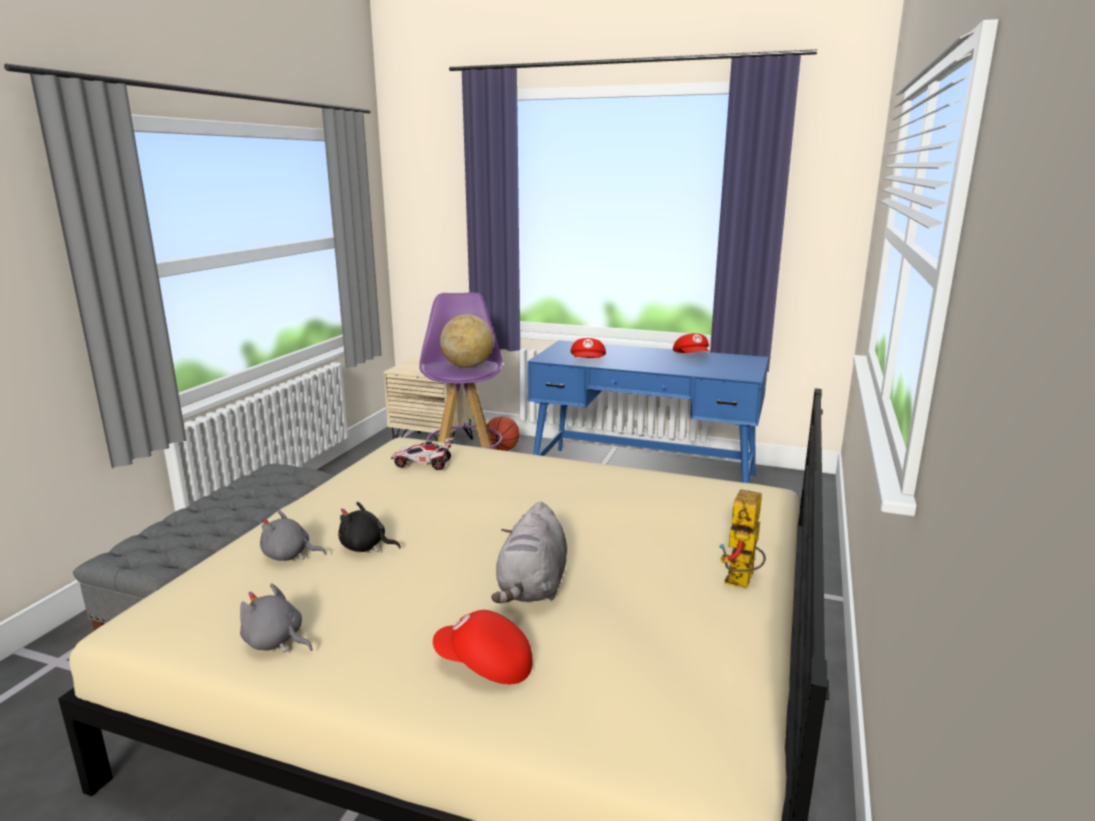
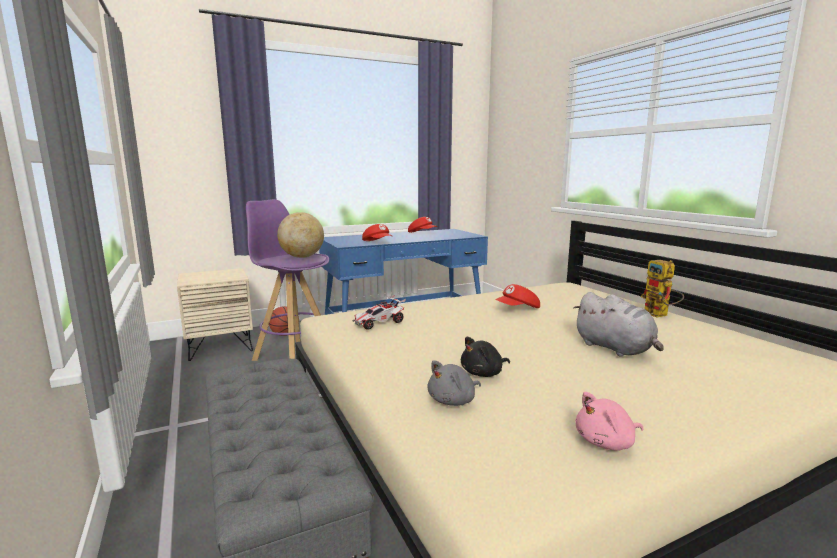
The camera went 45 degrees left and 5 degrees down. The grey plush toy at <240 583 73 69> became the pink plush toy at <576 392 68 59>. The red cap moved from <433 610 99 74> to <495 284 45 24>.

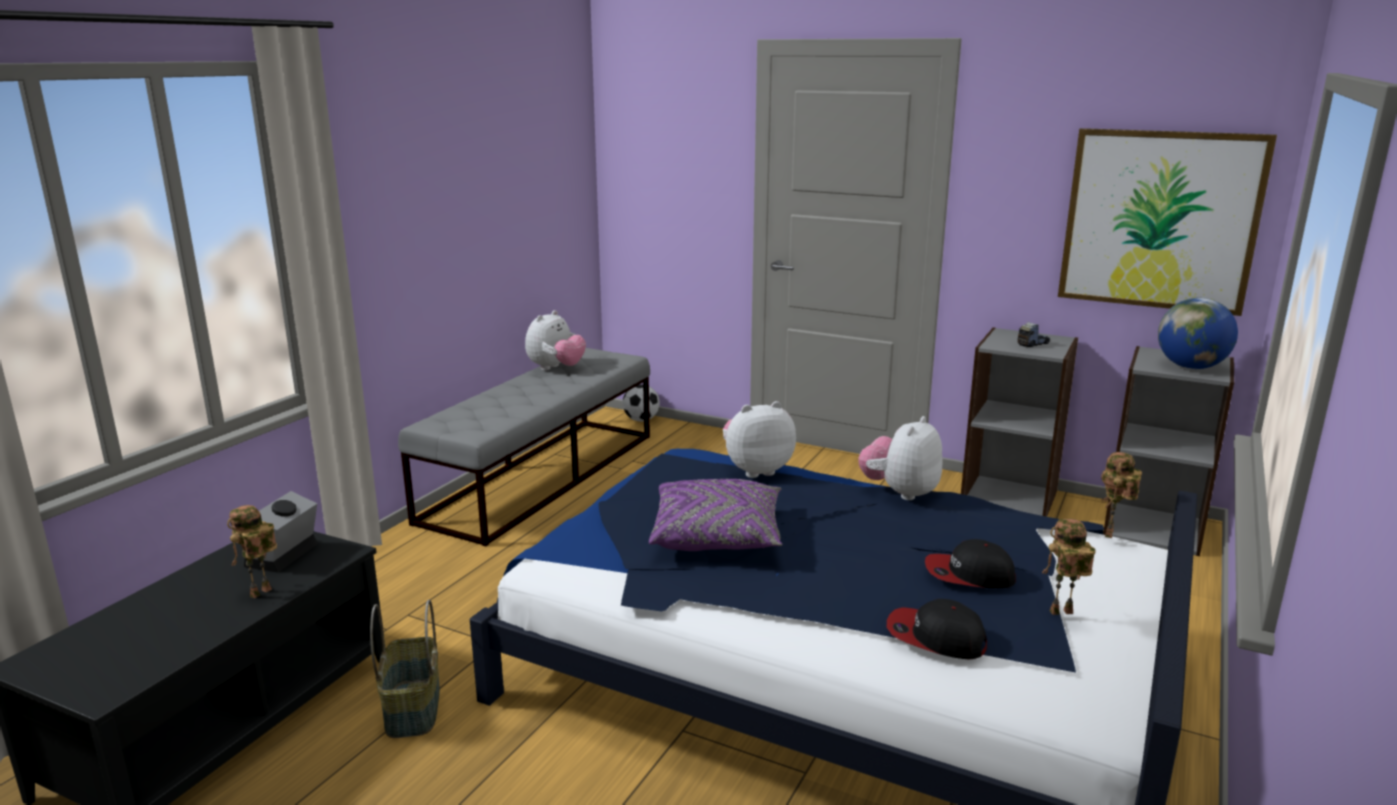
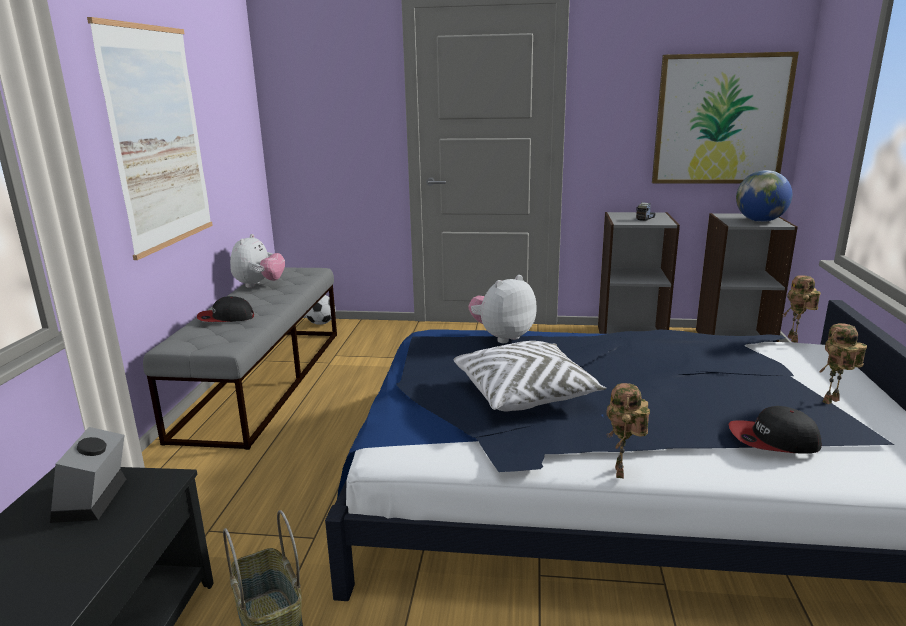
The camera went 20 degrees left and 0 degrees up. The plush toy at <858 416 85 84> disappeared. The purple pillow at <649 479 134 72> became the white pillow at <453 341 153 70>. The toy robot moved from <227 505 50 93> to <606 383 44 95>. The cap moved from <925 539 91 49> to <197 296 57 26>. The picture at <87 17 126 243> appeared.

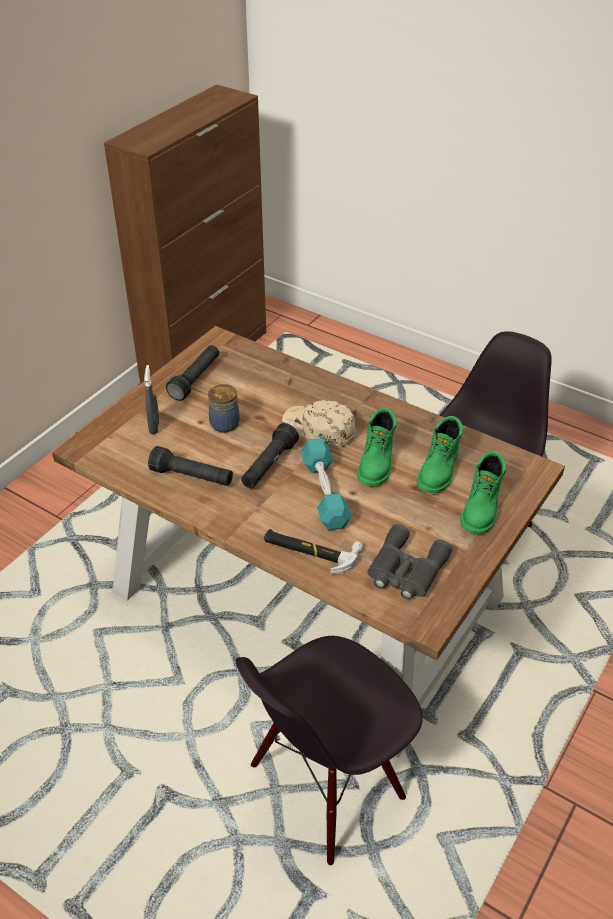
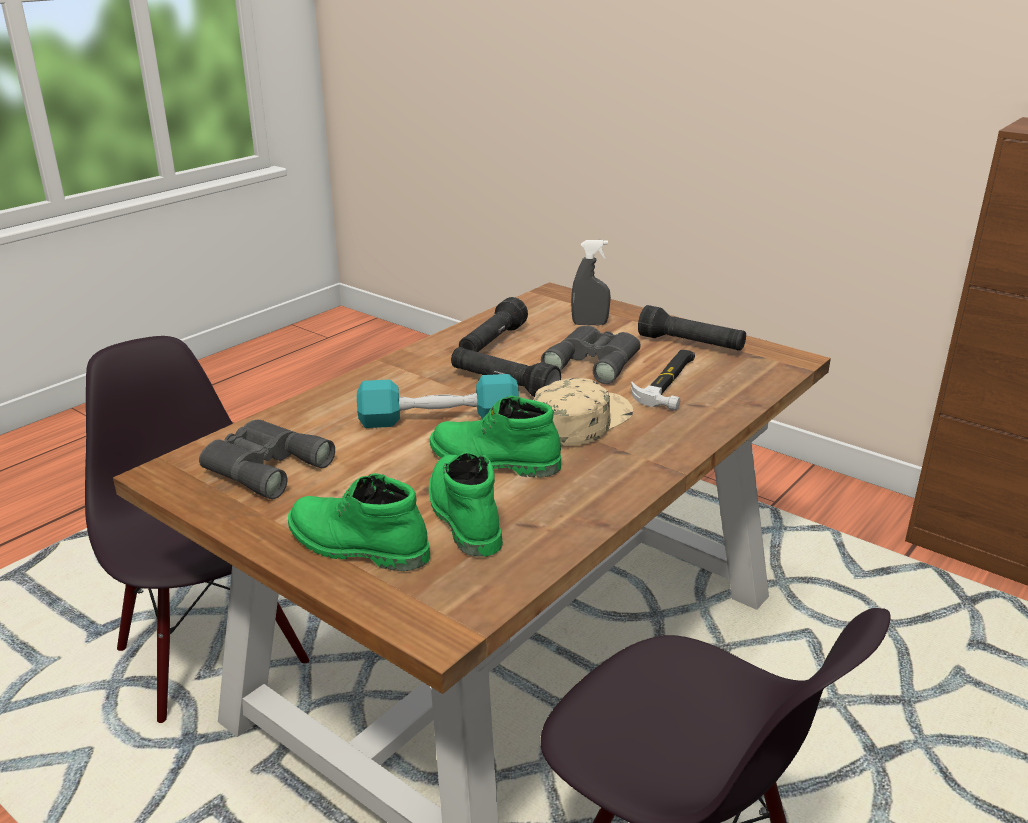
The camera went 95 degrees right and 15 degrees down. The jar at <208 384 32 49> was replaced by the grey binoculars at <541 325 100 59>. The green boot at <417 416 46 77> turned 45 degrees clockwise. The hammer moved from <264 529 99 45> to <631 350 64 61>.

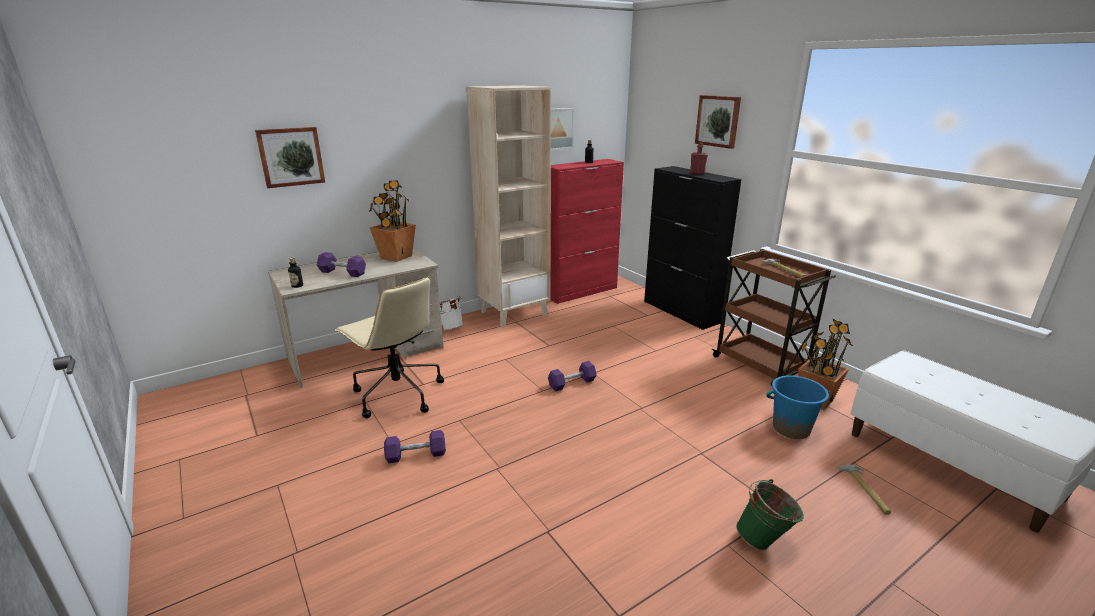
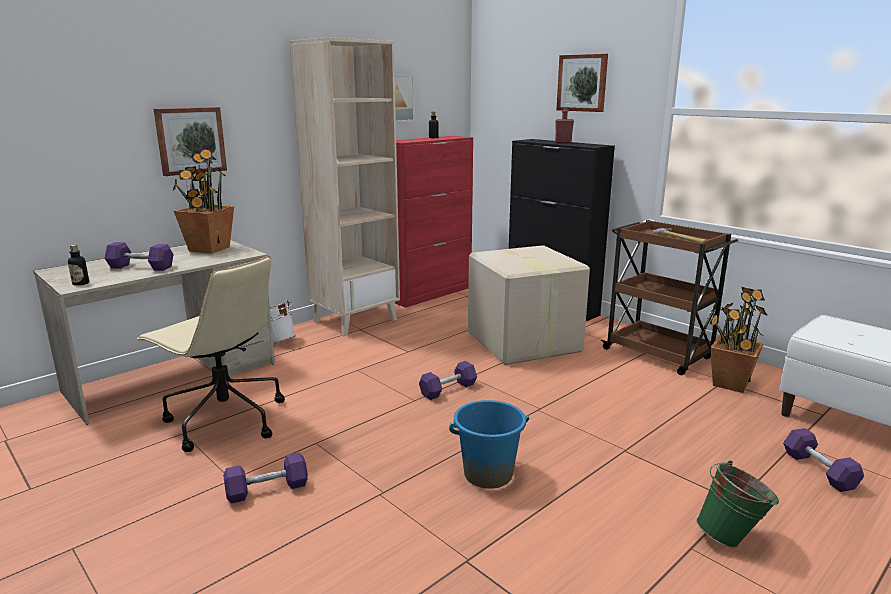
The camera went 10 degrees left and 5 degrees down. The picture moved from <255 127 70 61> to <154 107 73 69>. The blue bucket moved from <766 375 64 64> to <449 400 81 89>. The hammer at <839 464 52 51> was replaced by the purple dumbbell at <783 428 81 64>. The cardboard box at <468 245 122 120> appeared.

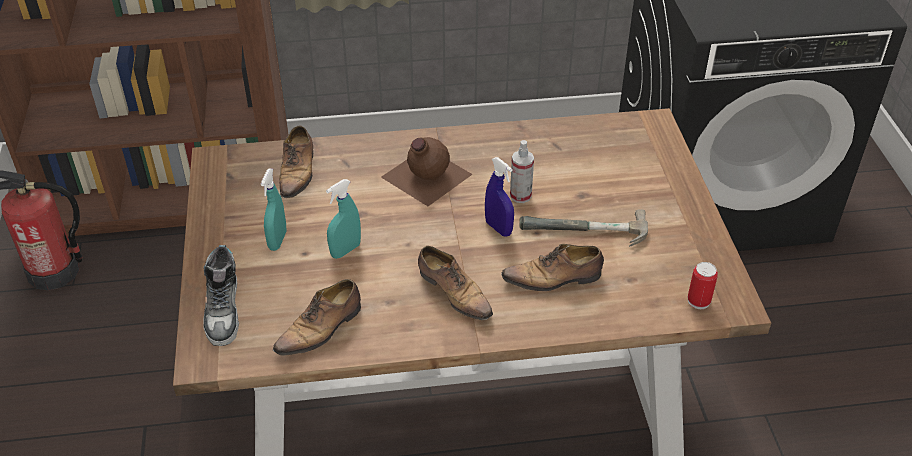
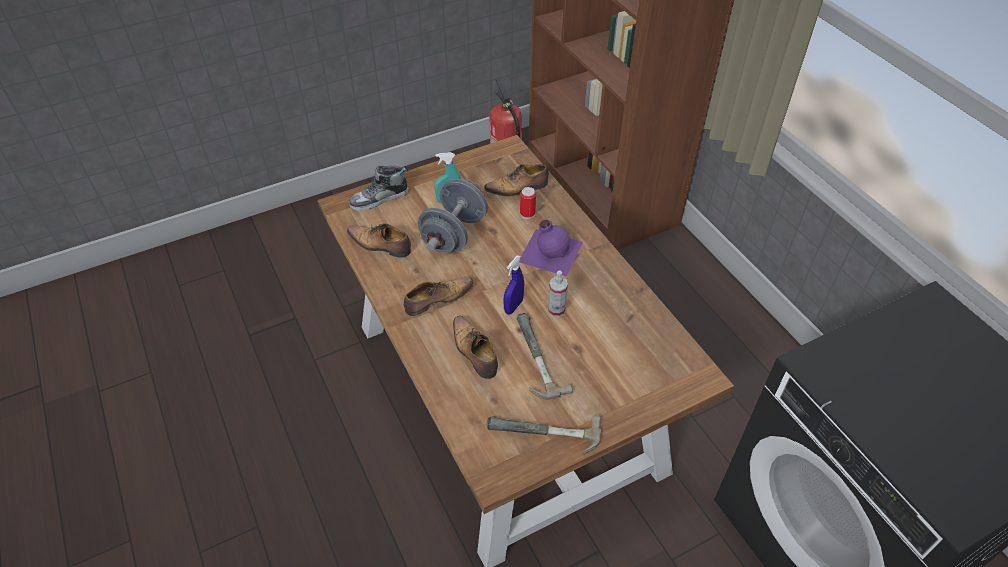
The camera went 70 degrees right and 5 degrees up. The brown bottle at <381 137 92 69> became the purple bottle at <519 220 64 56>. The turquoise spray bottle at <326 179 35 80> was replaced by the grey dumbbell at <418 179 70 74>. The shoe at <418 246 75 74> turned 150 degrees counterclockwise. The can moved from <688 262 30 47> to <520 187 16 32>. The hammer at <487 416 114 39> appeared.

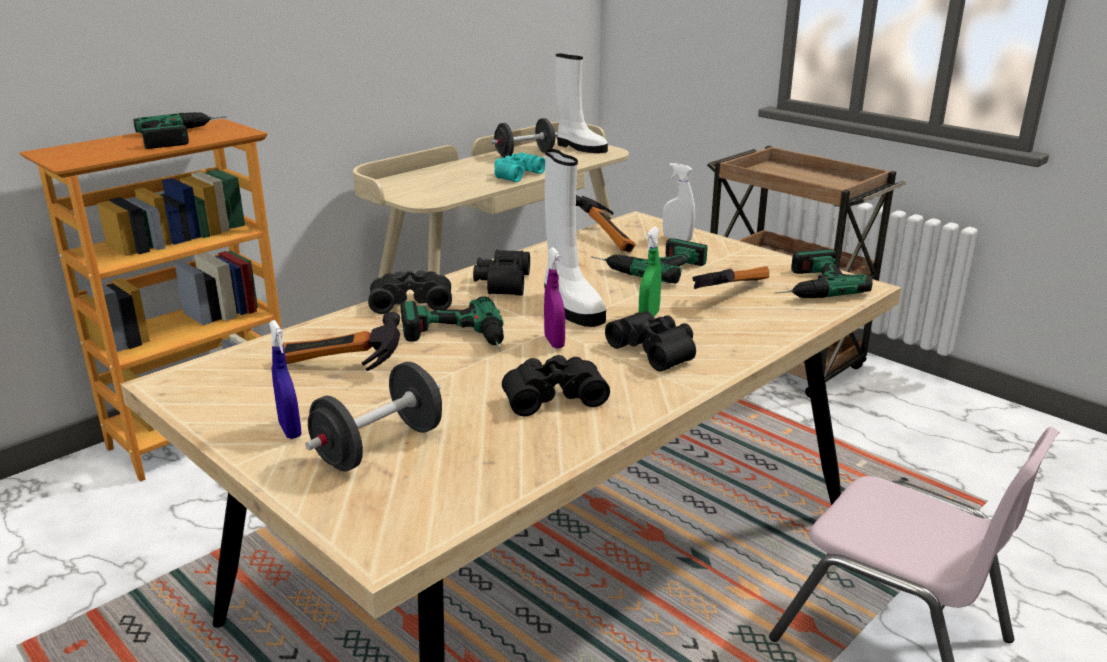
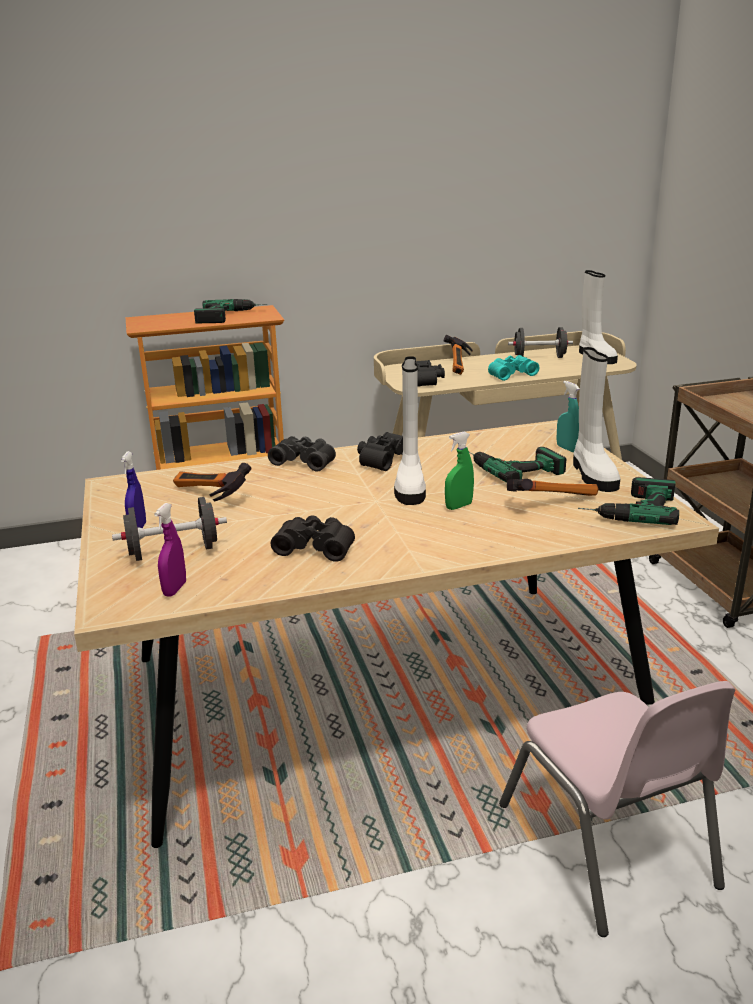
The camera went 30 degrees right and 0 degrees up. The white spray bottle at <663 163 32 78> became the turquoise spray bottle at <557 381 23 71>. The hammer moved from <576 195 59 58> to <444 335 29 40>. The purple spray bottle moved from <544 247 21 102> to <154 503 32 93>. The power drill at <400 296 104 56> disappeared. The black binoculars moved from <605 311 91 61> to <416 360 29 27>. The white boot at <573 347 47 145> appeared.

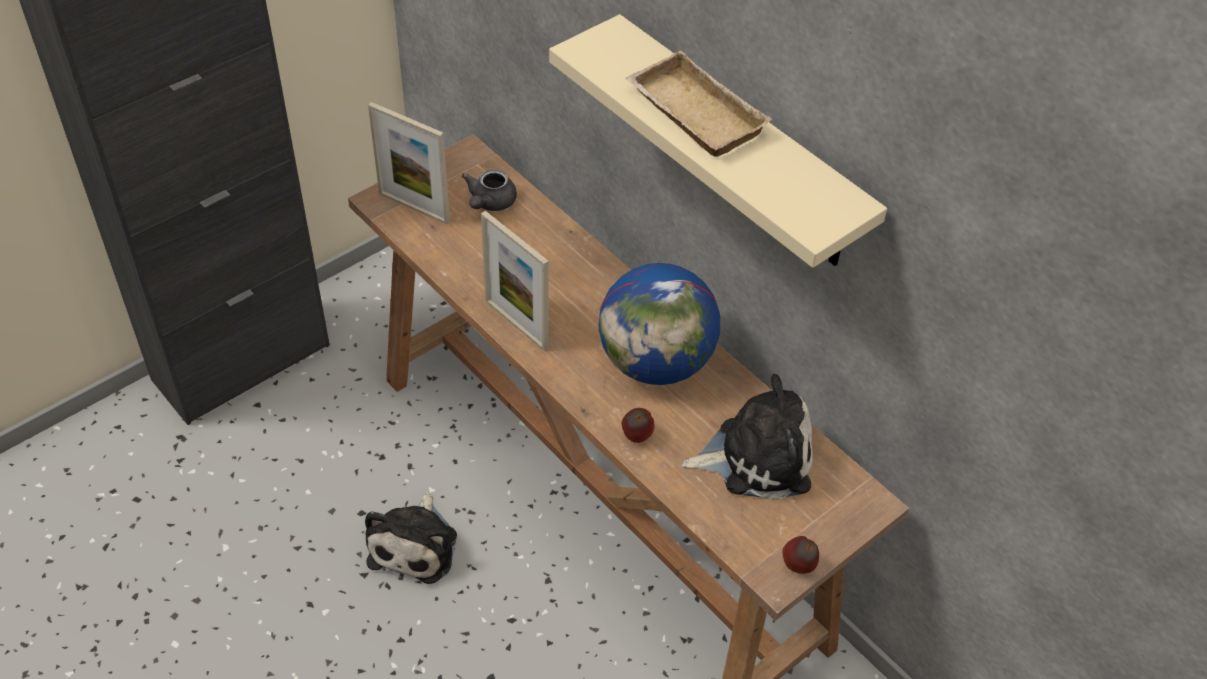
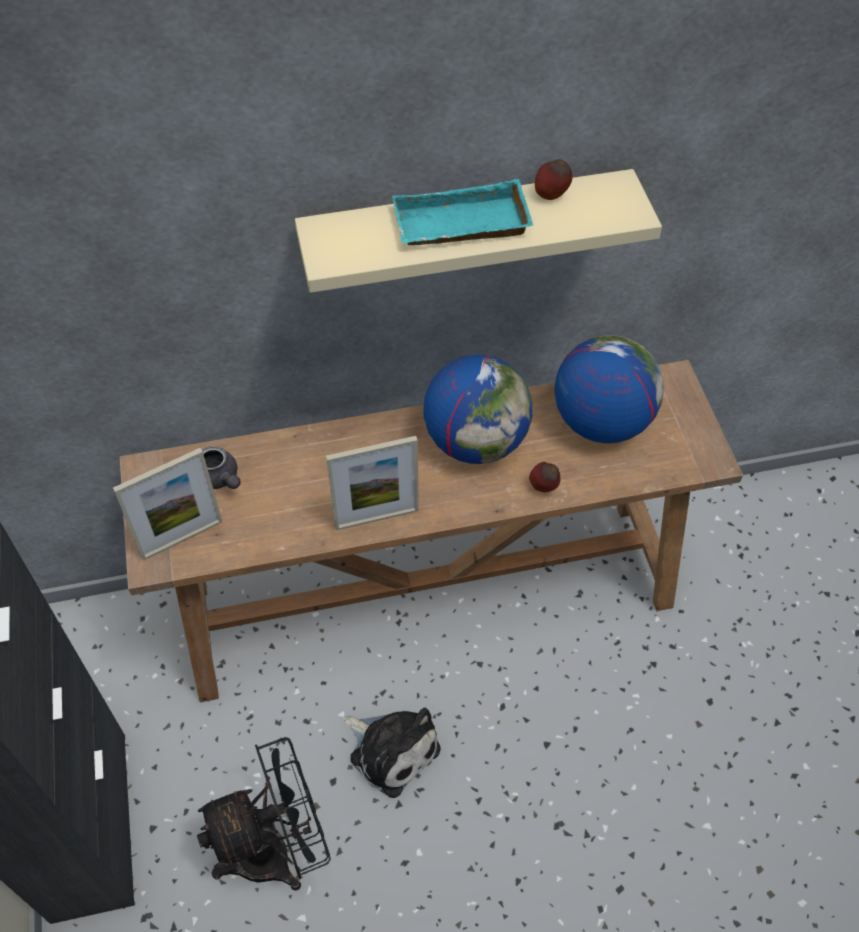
The camera went 60 degrees left and 5 degrees up. The beige tray at <625 51 147 106> became the turquoise tray at <392 179 141 66>. The plush toy at <682 374 131 126> was replaced by the globe at <554 335 110 108>. The apple moved from <782 536 37 38> to <535 159 37 41>. The black fan at <197 737 134 154> appeared.

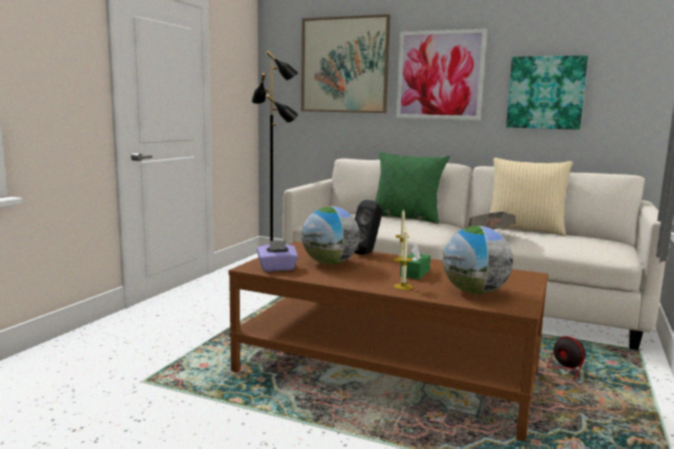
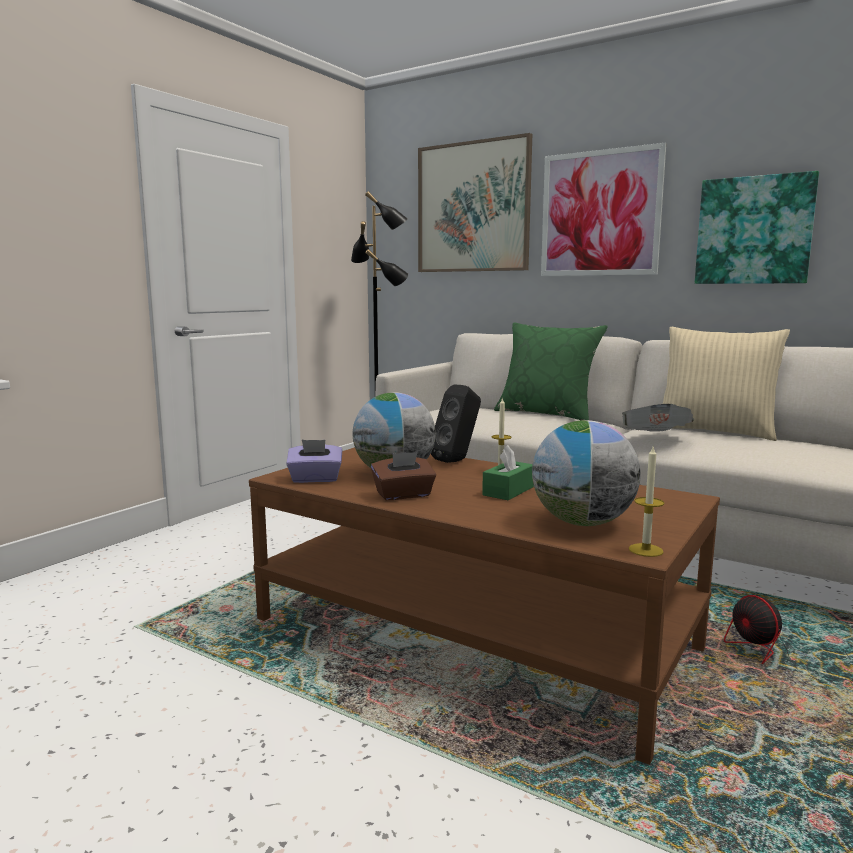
The camera went 10 degrees right and 0 degrees up. The candle moved from <394 228 19 62> to <629 447 36 110>. The brown tissue box at <371 452 65 48> appeared.

